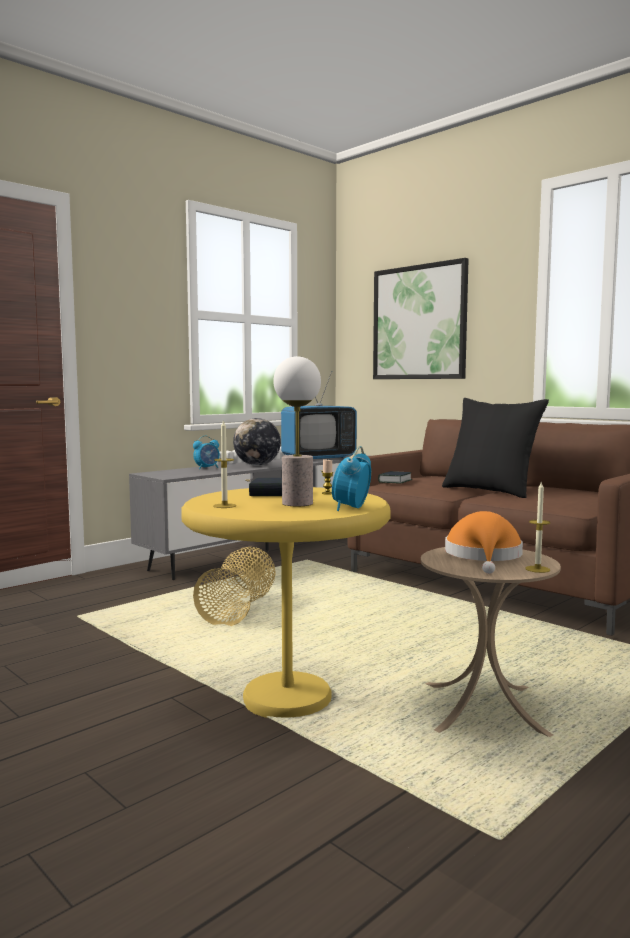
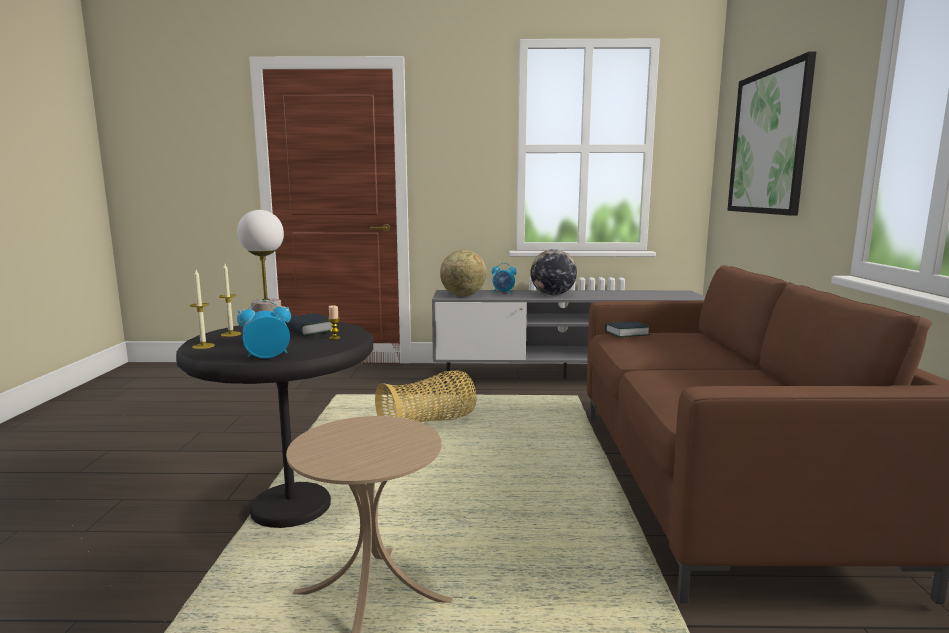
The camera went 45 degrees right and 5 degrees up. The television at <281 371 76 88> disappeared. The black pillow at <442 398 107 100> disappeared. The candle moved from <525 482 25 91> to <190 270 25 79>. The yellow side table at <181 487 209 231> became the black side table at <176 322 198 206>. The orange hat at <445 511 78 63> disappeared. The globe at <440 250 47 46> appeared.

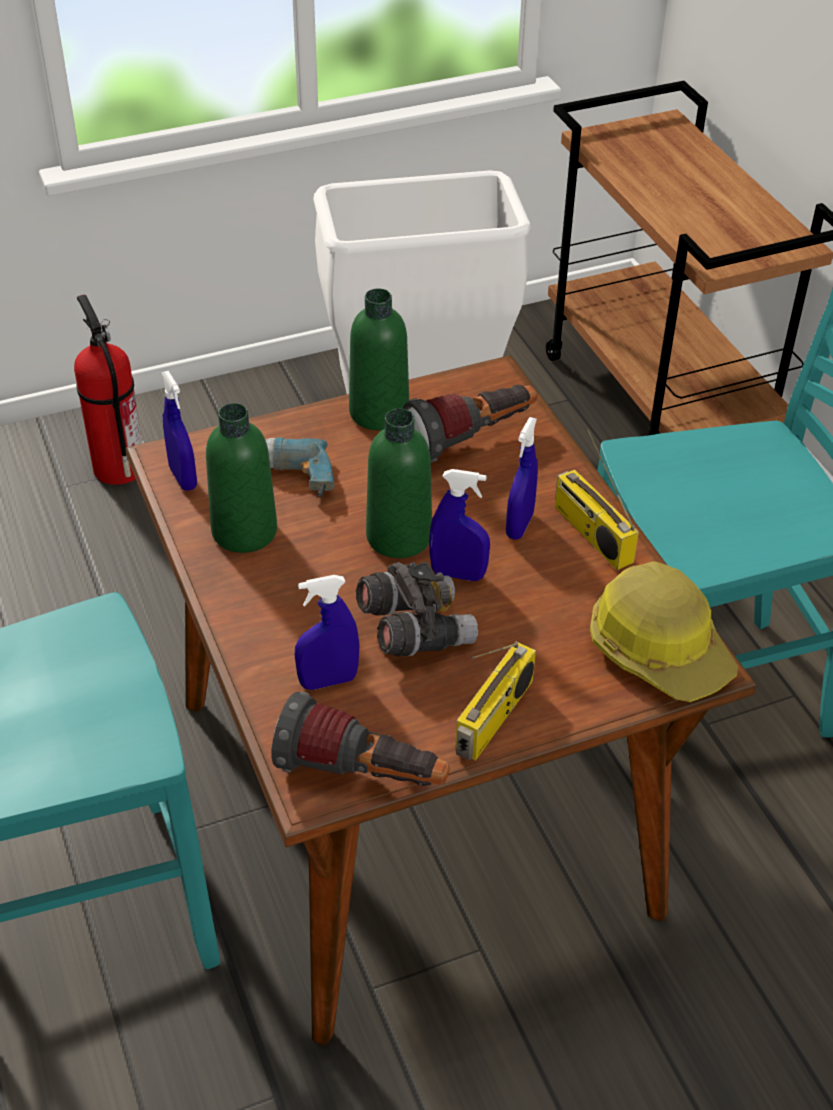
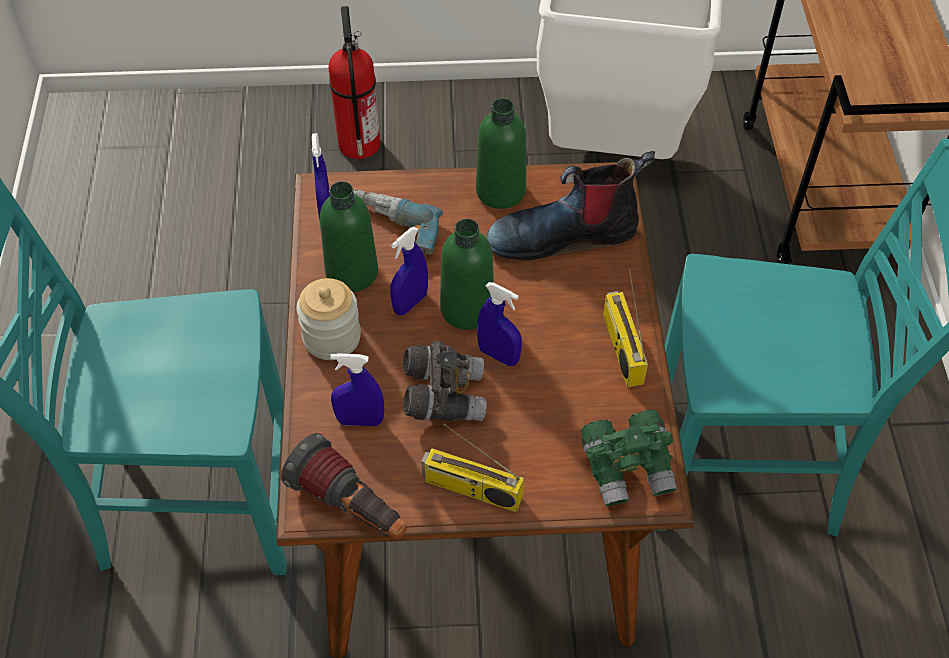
The camera went 20 degrees right and 10 degrees up. The flashlight at <402 385 135 78> was replaced by the boot at <486 151 169 110>. The blue spray bottle moved from <506 417 32 123> to <390 227 38 89>. The hard hat at <590 562 147 140> was replaced by the green binoculars at <581 410 96 96>. The radio at <455 642 81 119> turned 60 degrees clockwise. The jar at <297 278 64 82> appeared.

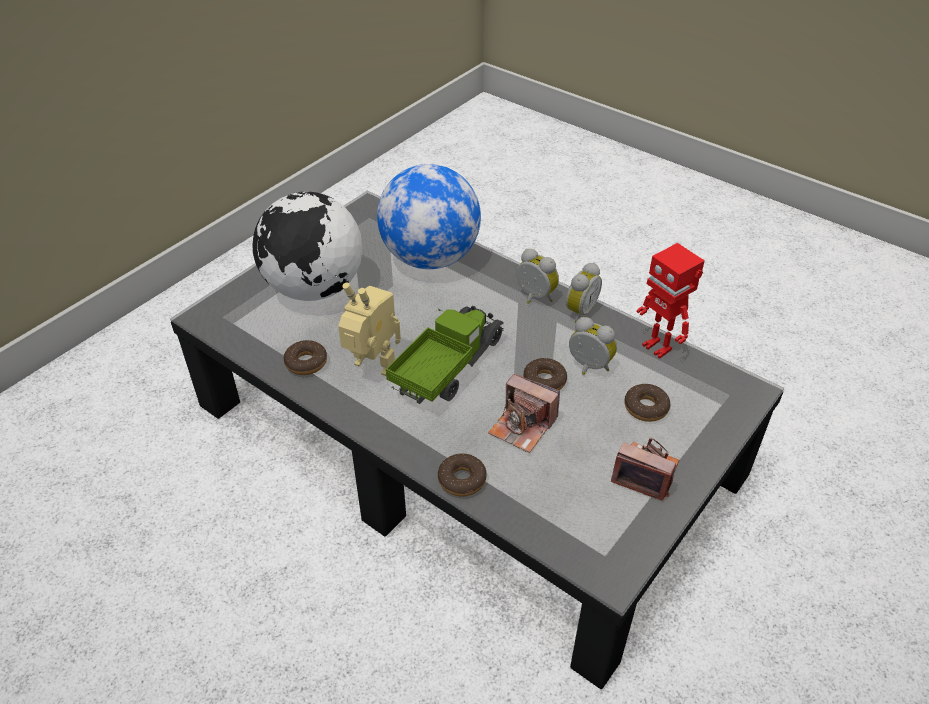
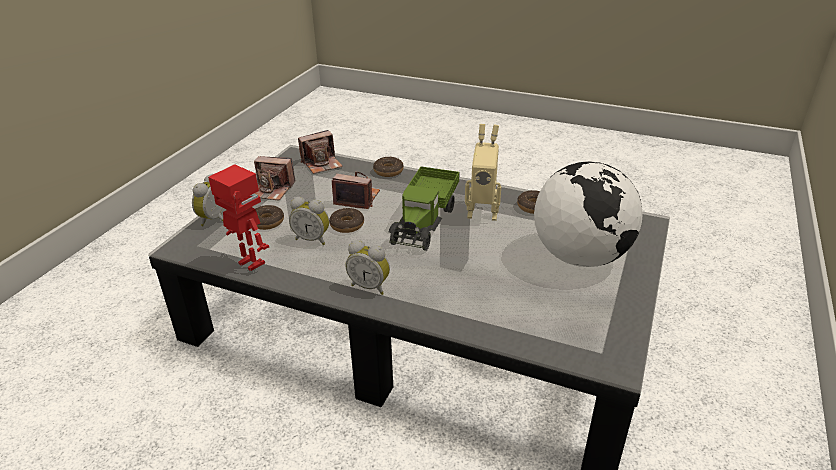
The camera went 165 degrees right and 10 degrees down. The globe at <377 164 104 105> disappeared. The alarm clock moved from <566 262 36 61> to <192 174 32 52>. The photo camera at <298 130 45 44> appeared.

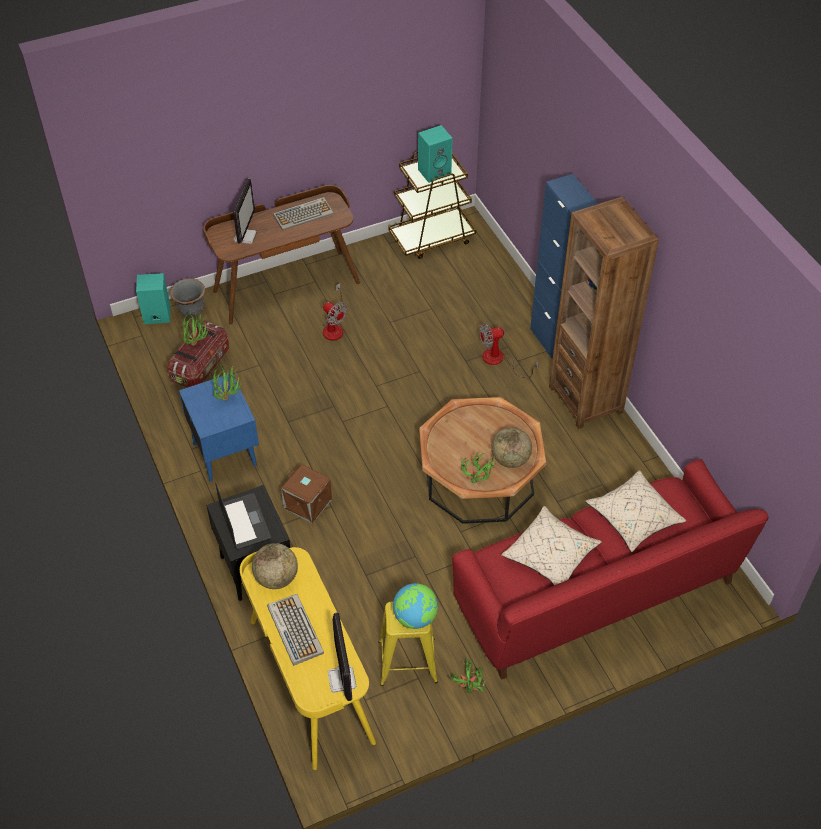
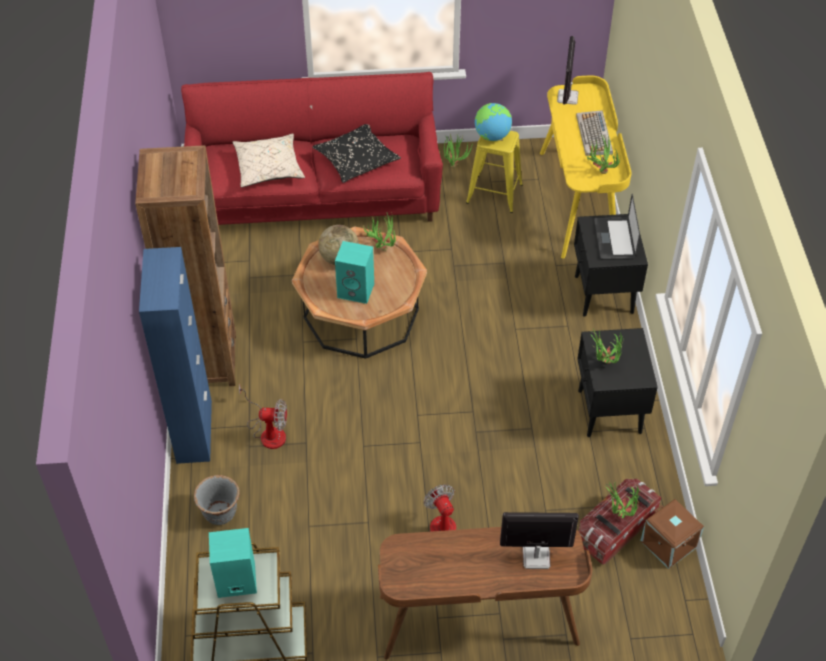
The camera went 160 degrees left and 0 degrees up. The monitor at <233 179 24 65> turned 60 degrees clockwise. The keyboard at <273 197 61 34> disappeared. The turquoise speaker moved from <136 273 35 51> to <335 241 39 63>. The grey planter moved from <170 278 35 39> to <194 475 46 50>. The blue nightstand at <179 374 80 108> became the black nightstand at <577 328 81 109>. The brown storage box moved from <281 464 51 59> to <640 499 64 70>. The beige pillow at <501 506 101 79> became the black pillow at <312 124 89 59>. The globe at <252 543 46 46> was replaced by the potted plant at <587 135 33 39>.

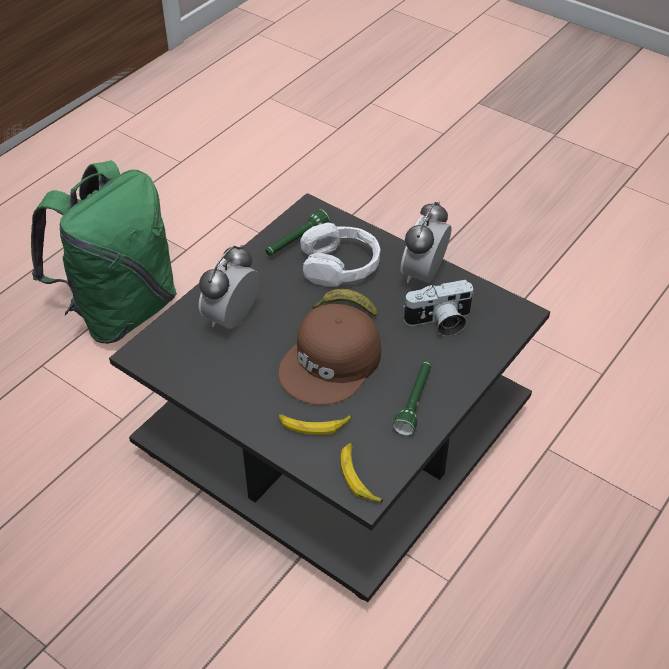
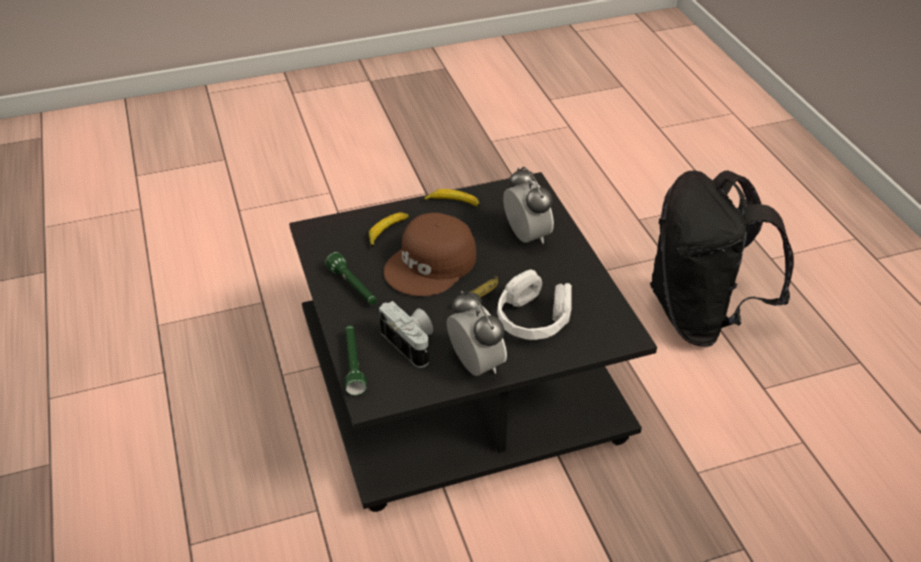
The camera went 125 degrees right and 5 degrees down. The green backpack at <31 160 146 184> became the black backpack at <650 170 144 177>. The green flashlight moved from <265 209 65 47> to <345 325 22 71>. The photo camera at <403 280 71 56> turned 120 degrees clockwise. The brown cap at <278 304 103 101> turned 120 degrees counterclockwise. The banana moved from <341 442 42 61> to <424 189 56 18>.

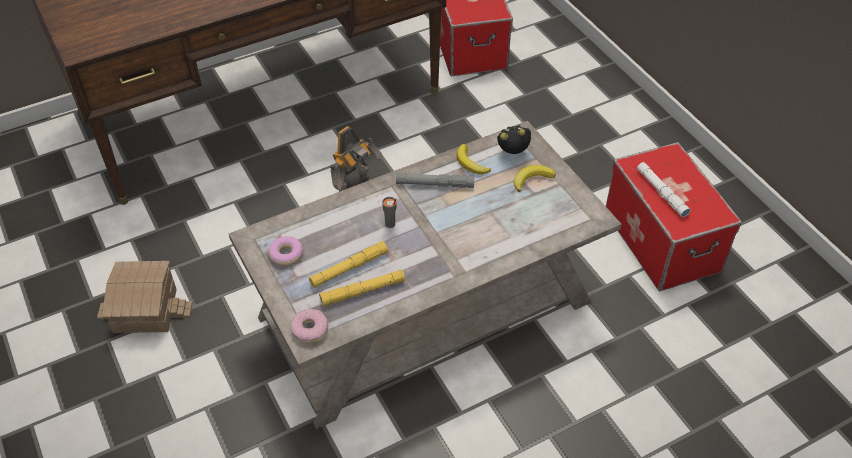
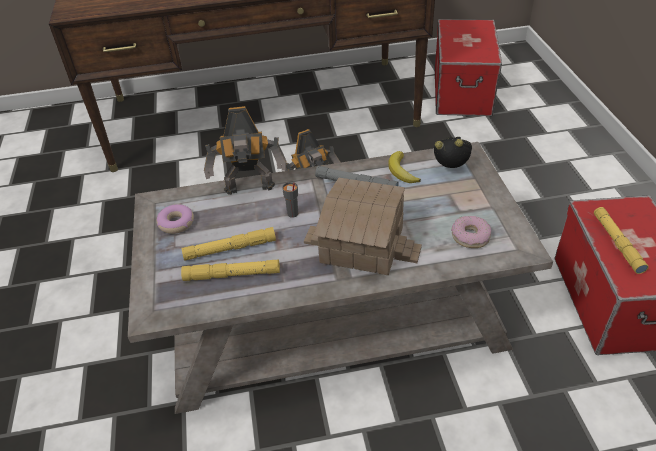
The camera went 20 degrees right and 5 degrees down. The white flashlight at <637 162 54 55> became the yellow flashlight at <594 207 55 67>. The banana at <514 165 42 27> disappeared. The toy house moved from <97 261 95 72> to <304 178 118 97>. The donut moved from <290 309 38 34> to <451 216 40 32>. The toy robot at <204 106 83 89> appeared.

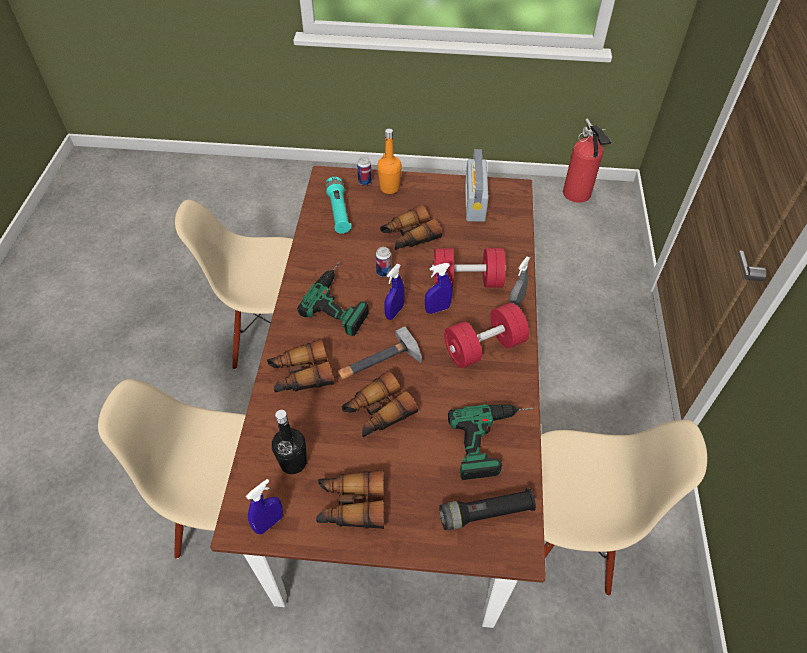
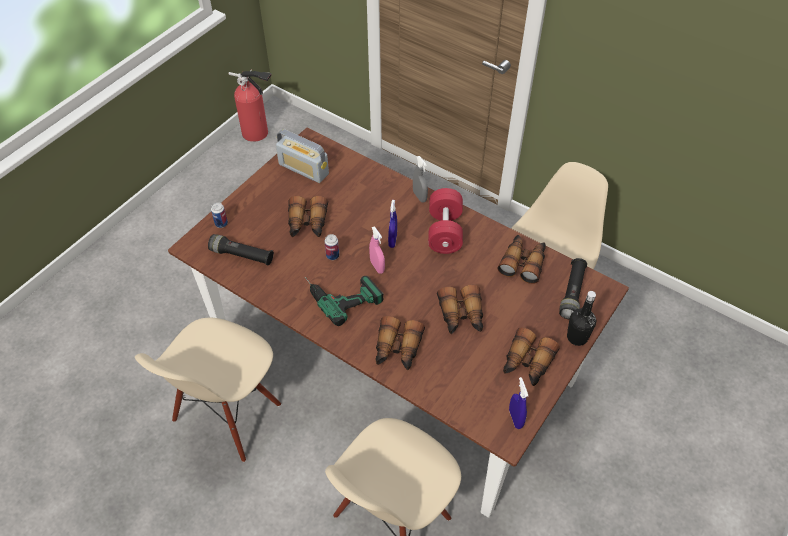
The camera went 60 degrees left and 0 degrees up. The orange bottle at <377 128 25 66> disappeared. The turquoise flashlight at <326 177 25 57> became the black flashlight at <208 234 66 31>. The red dumbbell at <432 248 74 40> disappeared. The blue spray bottle at <384 264 20 56> became the pink spray bottle at <369 226 16 48>. The hammer at <338 326 84 53> disappeared. The power drill at <448 404 85 76> was replaced by the binoculars at <497 235 49 49>. The black bottle moved from <272 410 35 64> to <567 291 29 55>.

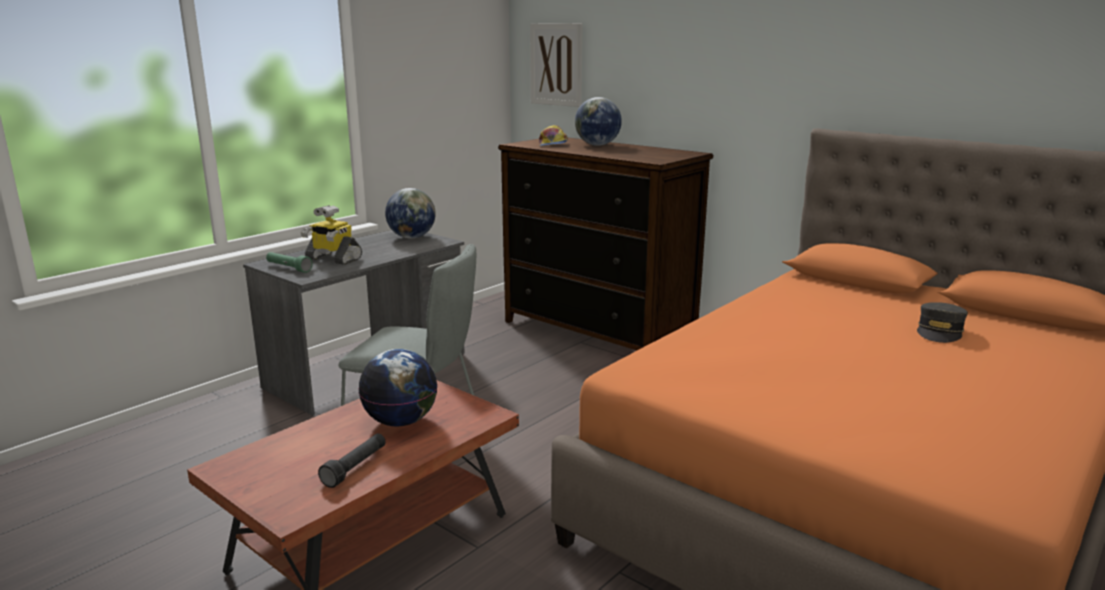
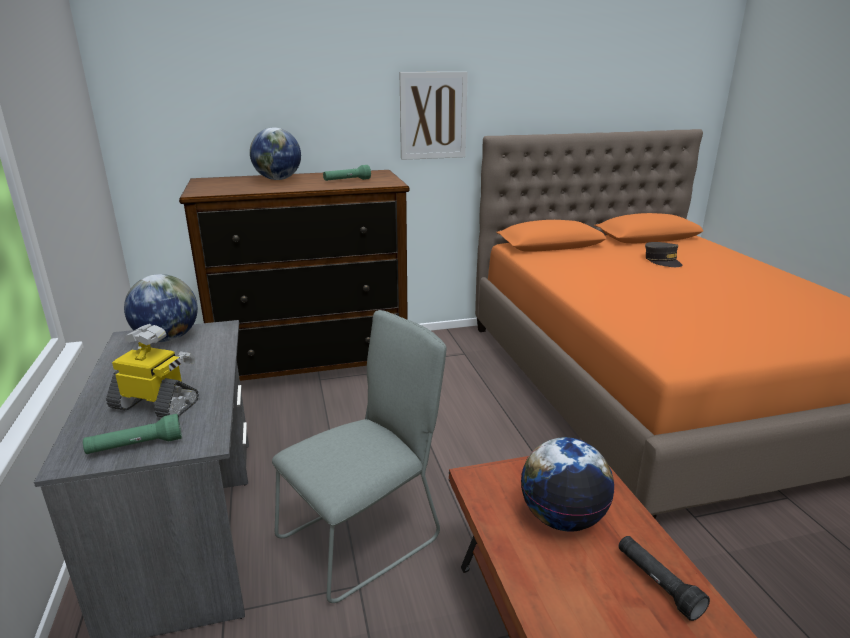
The camera went 55 degrees left and 5 degrees up. The picture moved from <530 23 52 84> to <400 72 68 88>. The cap at <539 125 29 21> disappeared. The toy robot at <300 205 62 60> turned 135 degrees counterclockwise. The green flashlight at <323 165 48 16> appeared.

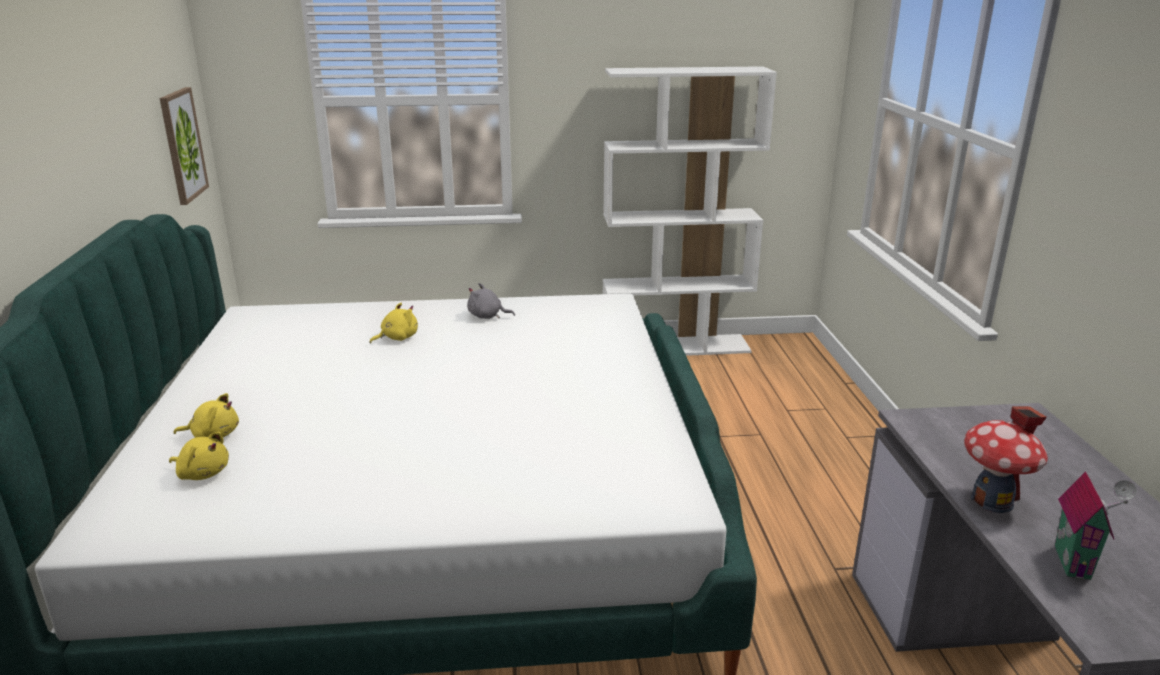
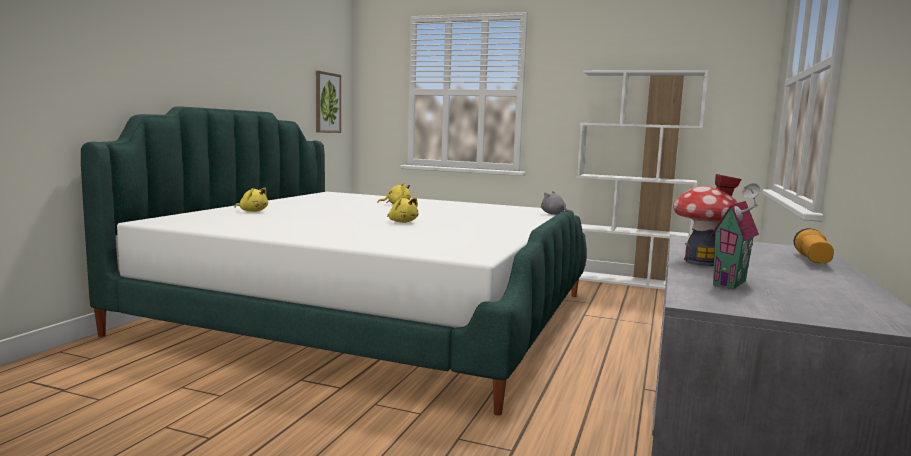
The camera went 25 degrees right and 15 degrees down. The grey plush toy moved from <467 283 48 36> to <541 191 33 24>. The yellow plush toy moved from <169 432 60 48> to <387 197 32 26>. The flashlight at <794 228 40 35> appeared.

